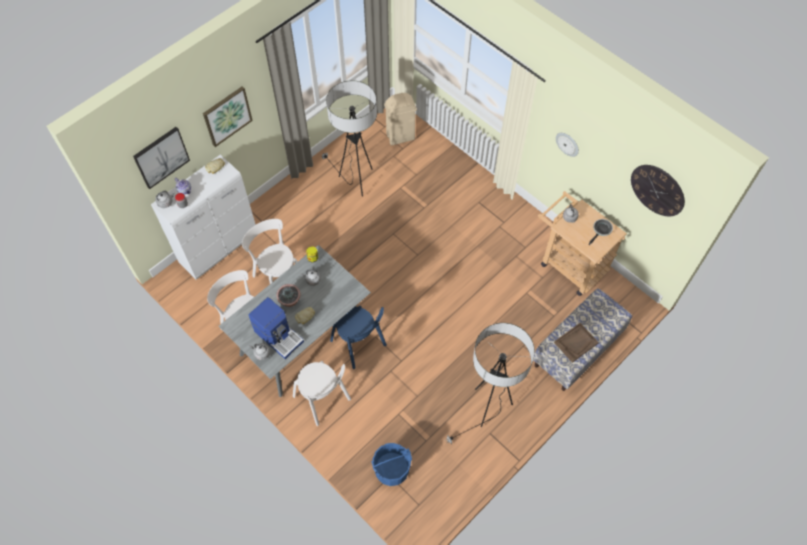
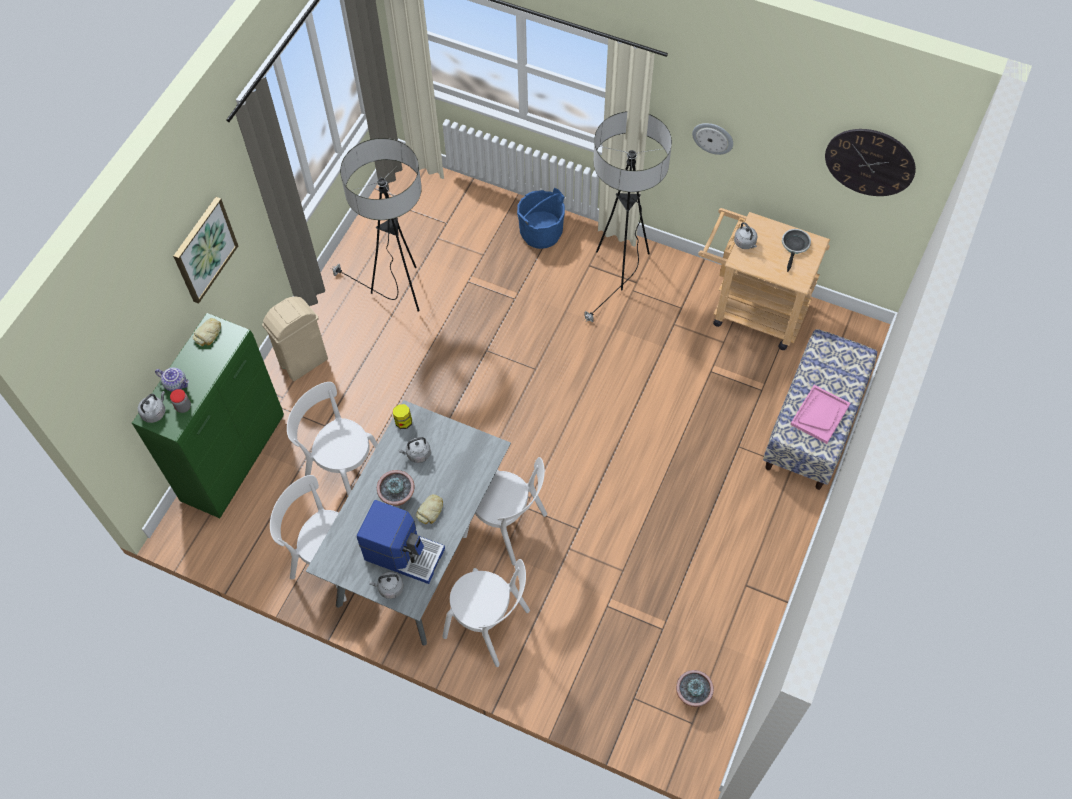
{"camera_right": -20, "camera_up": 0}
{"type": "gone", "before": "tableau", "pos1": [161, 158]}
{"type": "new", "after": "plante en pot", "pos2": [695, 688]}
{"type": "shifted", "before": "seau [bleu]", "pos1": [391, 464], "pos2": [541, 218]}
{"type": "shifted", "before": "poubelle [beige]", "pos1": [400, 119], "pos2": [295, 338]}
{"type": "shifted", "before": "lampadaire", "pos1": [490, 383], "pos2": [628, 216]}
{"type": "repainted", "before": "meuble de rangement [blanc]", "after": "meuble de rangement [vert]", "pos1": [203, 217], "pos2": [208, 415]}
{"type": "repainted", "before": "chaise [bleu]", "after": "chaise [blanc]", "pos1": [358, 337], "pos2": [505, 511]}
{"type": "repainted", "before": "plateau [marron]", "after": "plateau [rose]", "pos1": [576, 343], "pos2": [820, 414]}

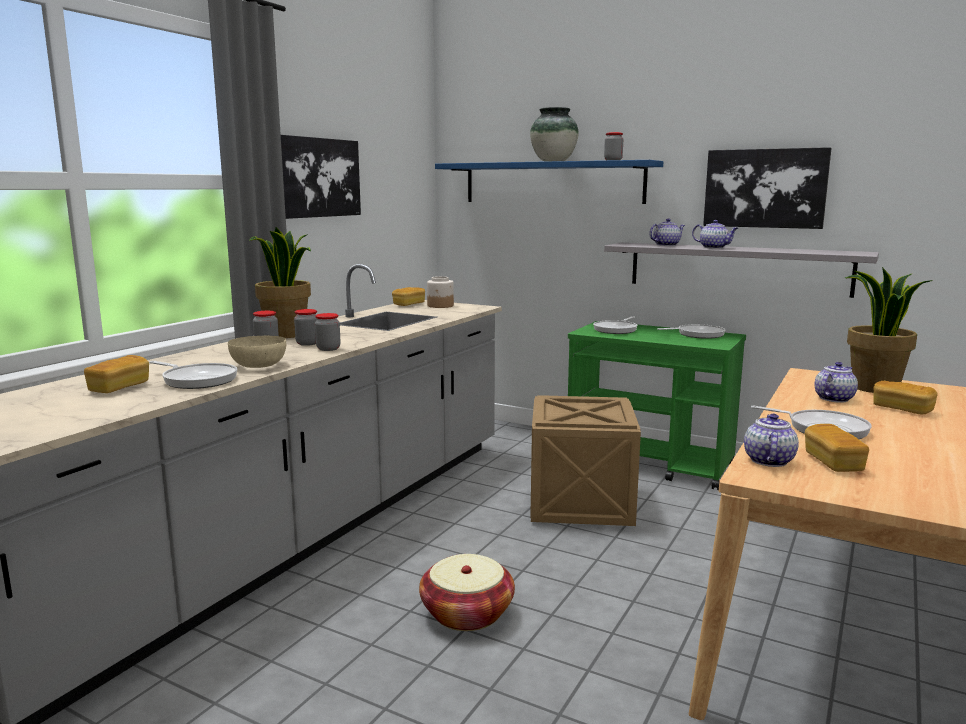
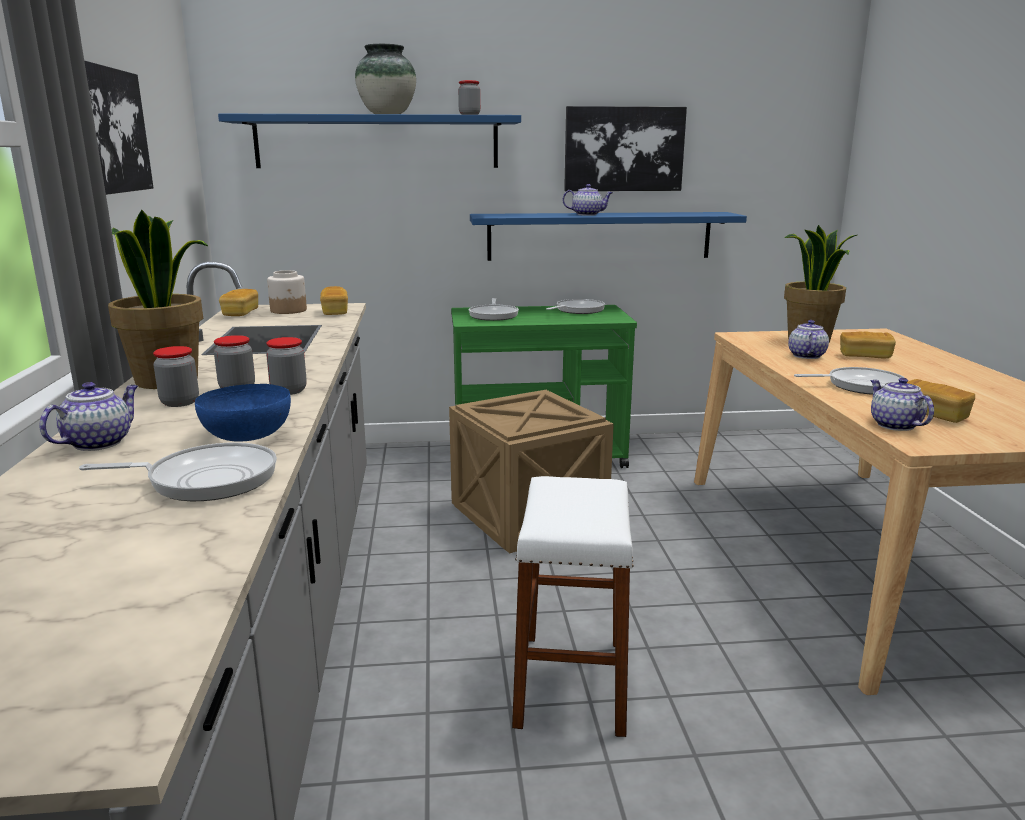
{"camera_right": -35, "camera_up": 5}
{"type": "shifted", "before": "pain", "pos1": [116, 374], "pos2": [334, 300]}
{"type": "shifted", "before": "théière", "pos1": [667, 232], "pos2": [88, 416]}
{"type": "swapped", "before": "panier", "after": "tabouret [blanc]", "pos1": [467, 592], "pos2": [573, 606]}
{"type": "repainted", "before": "bol [beige]", "after": "bol [bleu]", "pos1": [257, 352], "pos2": [243, 413]}
{"type": "repainted", "before": "étagère [gris]", "after": "étagère [bleu]", "pos1": [741, 270], "pos2": [608, 236]}

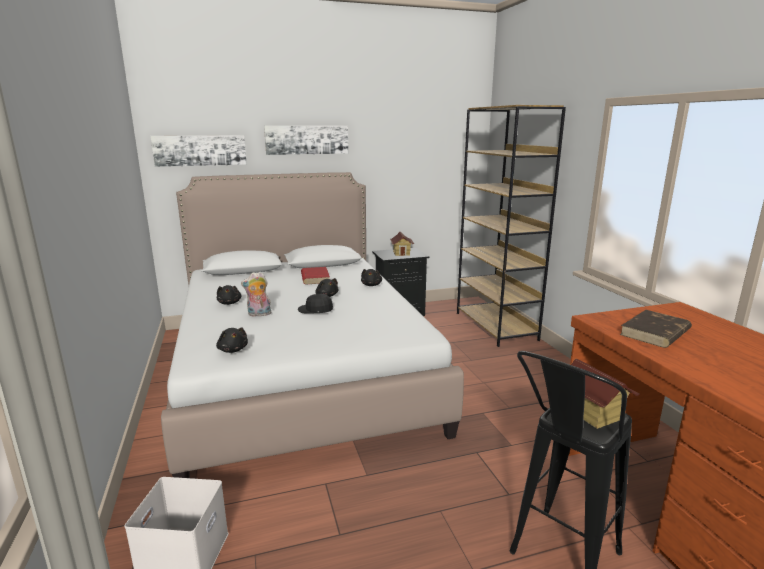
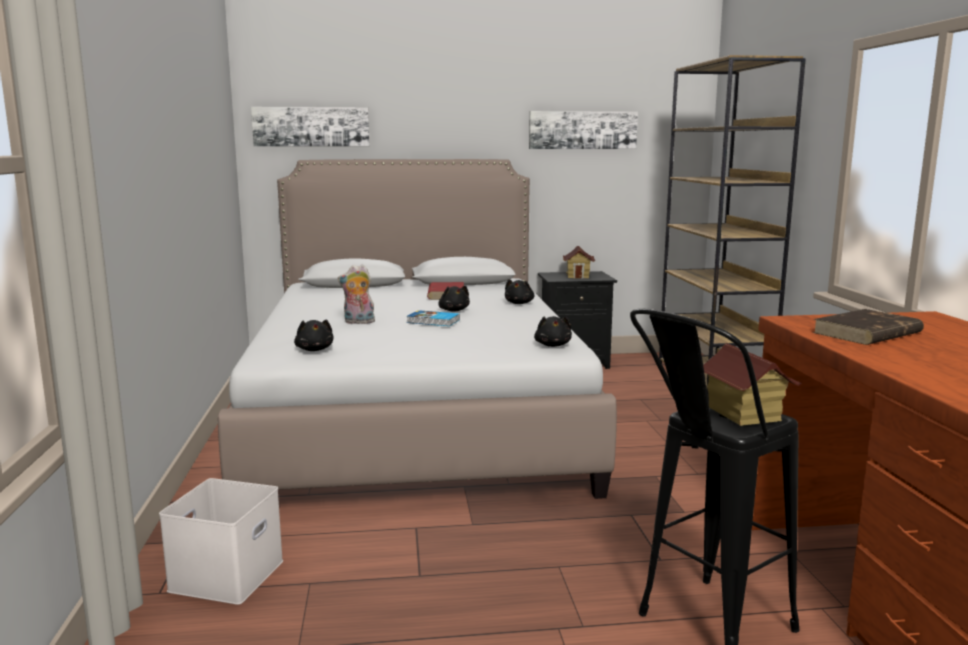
{"camera_right": 10, "camera_up": -5}
{"type": "shifted", "before": "peluche [noir]", "pos1": [229, 295], "pos2": [553, 331]}
{"type": "shifted", "before": "tableau", "pos1": [306, 140], "pos2": [583, 130]}
{"type": "swapped", "before": "casquette [noir]", "after": "livre", "pos1": [315, 304], "pos2": [433, 318]}

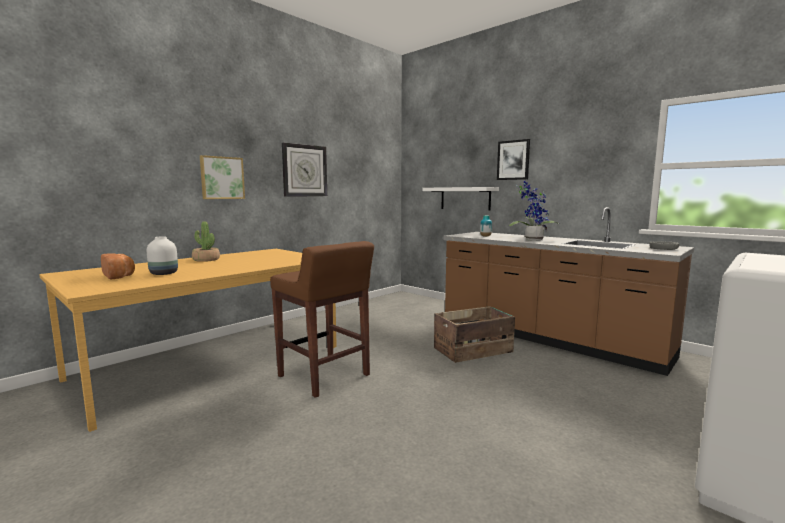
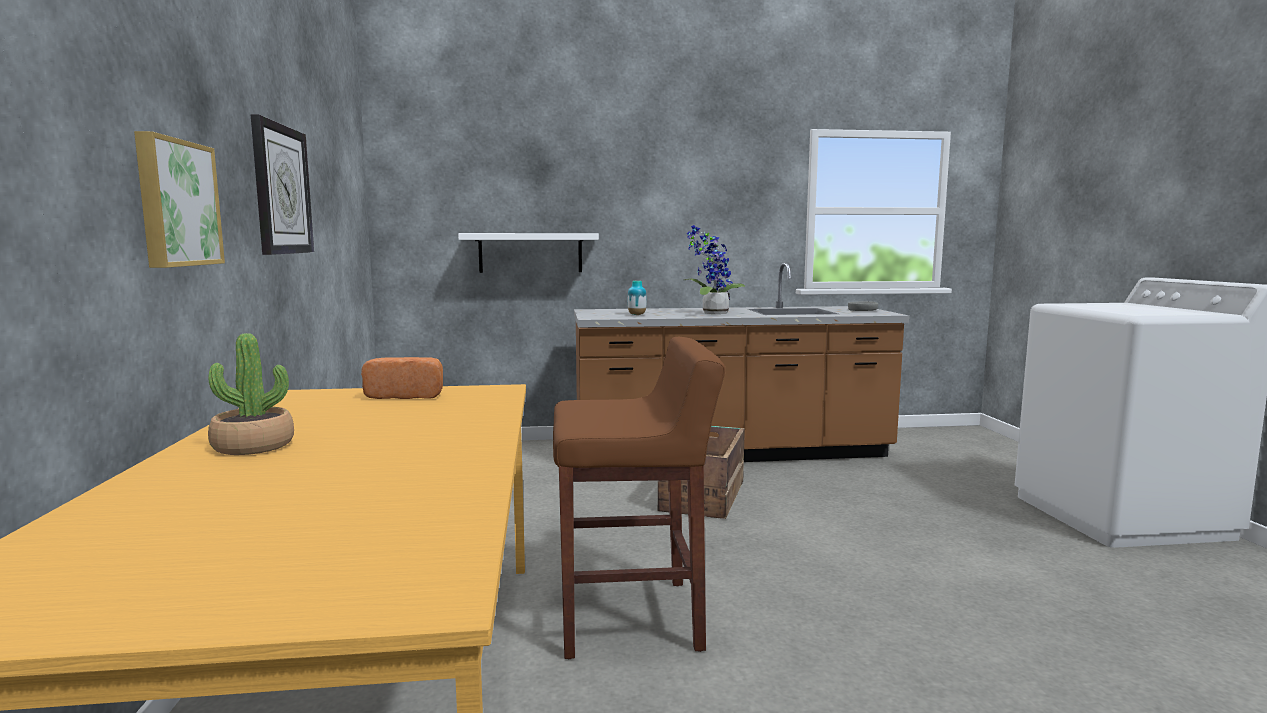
{"camera_right": -50, "camera_up": 0}
{"type": "gone", "before": "vase [blanc]", "pos1": [162, 255]}
{"type": "gone", "before": "tableau", "pos1": [513, 159]}
{"type": "shifted", "before": "pain", "pos1": [118, 266], "pos2": [402, 378]}

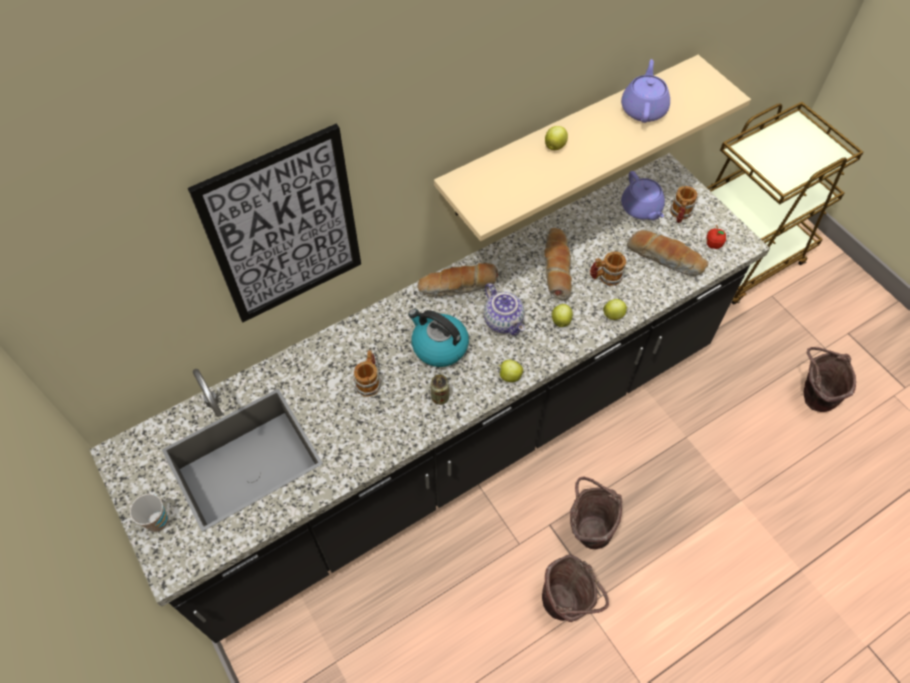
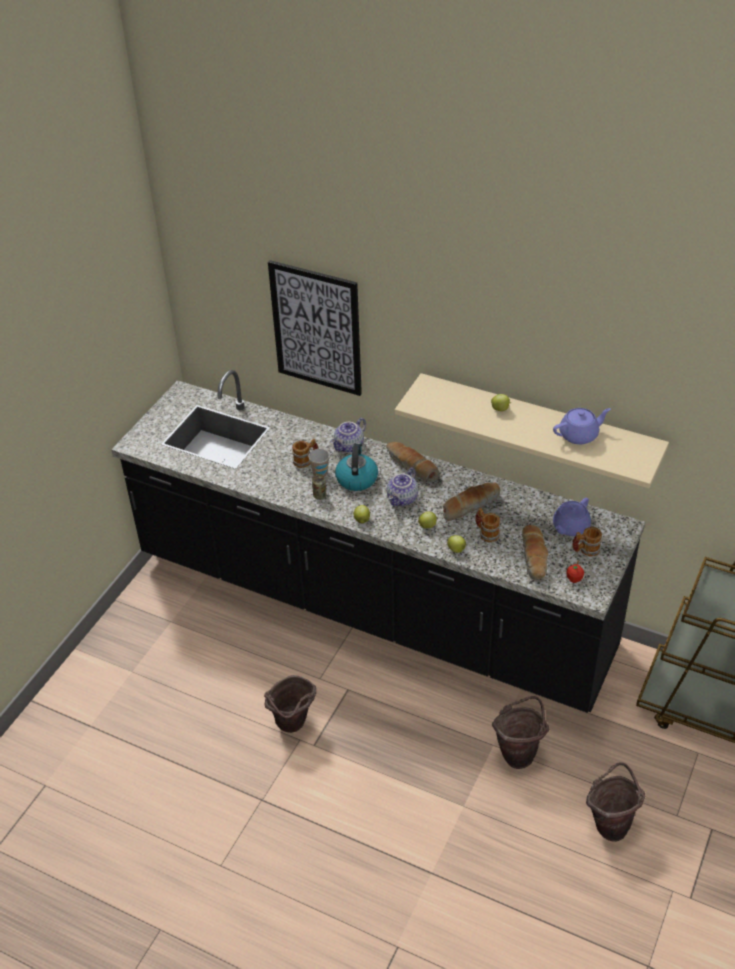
{"camera_right": 60, "camera_up": -15}
{"type": "new", "after": "théière", "pos2": [348, 435]}
{"type": "shifted", "before": "tasse", "pos1": [149, 513], "pos2": [319, 463]}
{"type": "shifted", "before": "seau [marron]", "pos1": [596, 513], "pos2": [520, 732]}

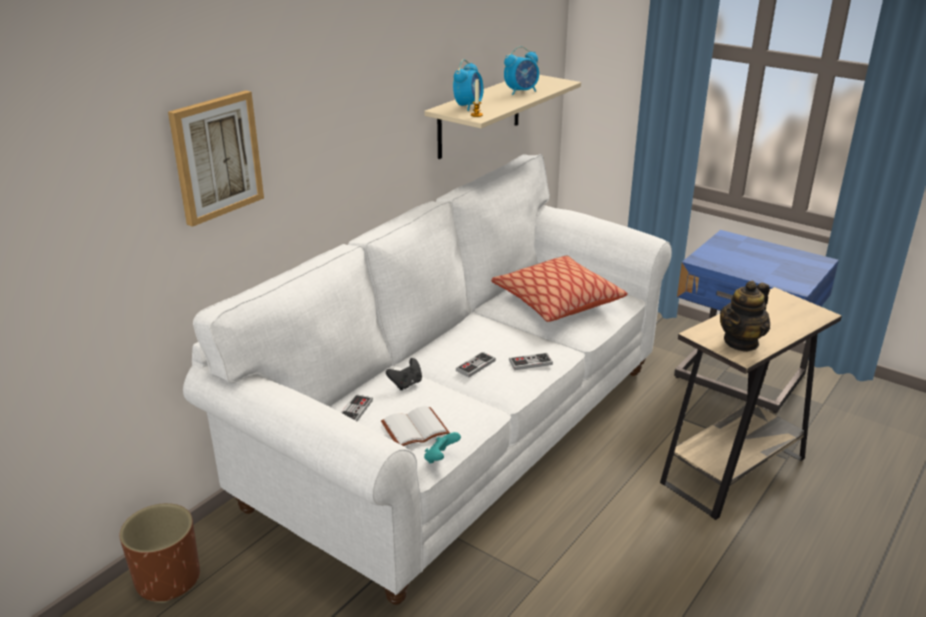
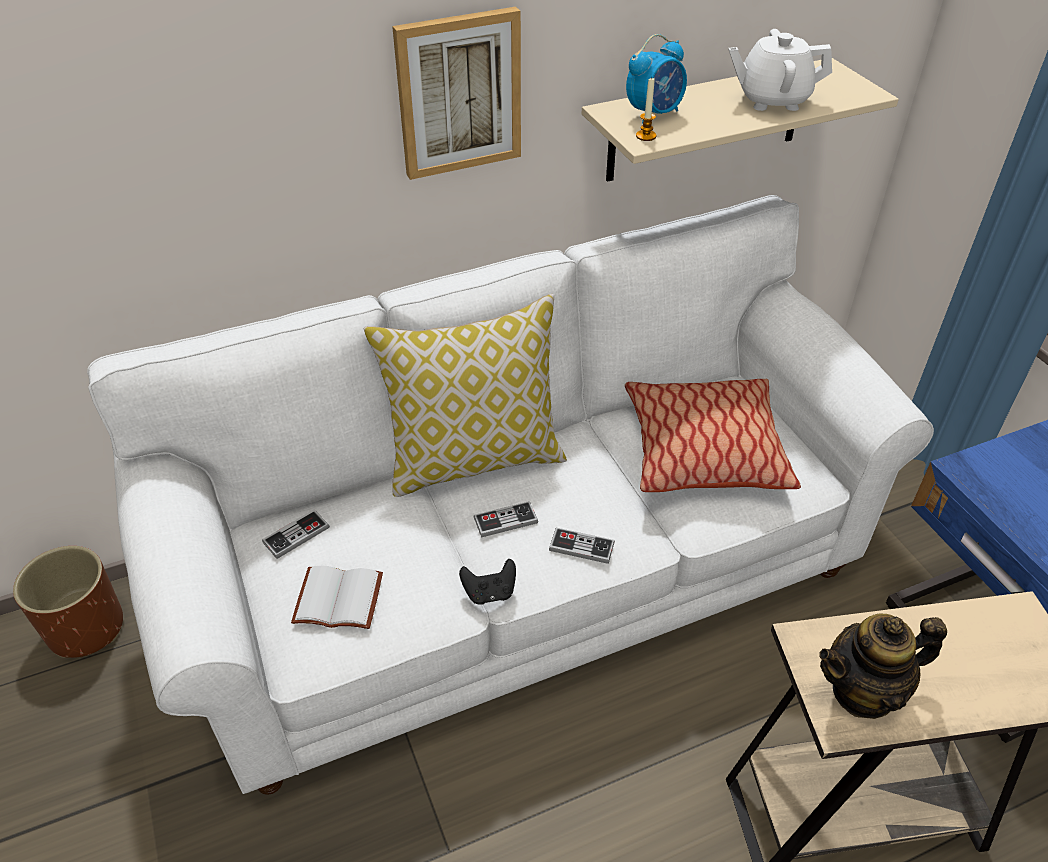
{"camera_right": 30, "camera_up": 15}
{"type": "gone", "before": "manette [turquoise]", "pos1": [442, 448]}
{"type": "new", "after": "coussin", "pos2": [465, 395]}
{"type": "shifted", "before": "tableau", "pos1": [216, 158], "pos2": [456, 93]}
{"type": "shifted", "before": "manette [noir]", "pos1": [404, 374], "pos2": [487, 582]}
{"type": "swapped", "before": "réveil", "after": "théière [blanc]", "pos1": [521, 70], "pos2": [780, 70]}

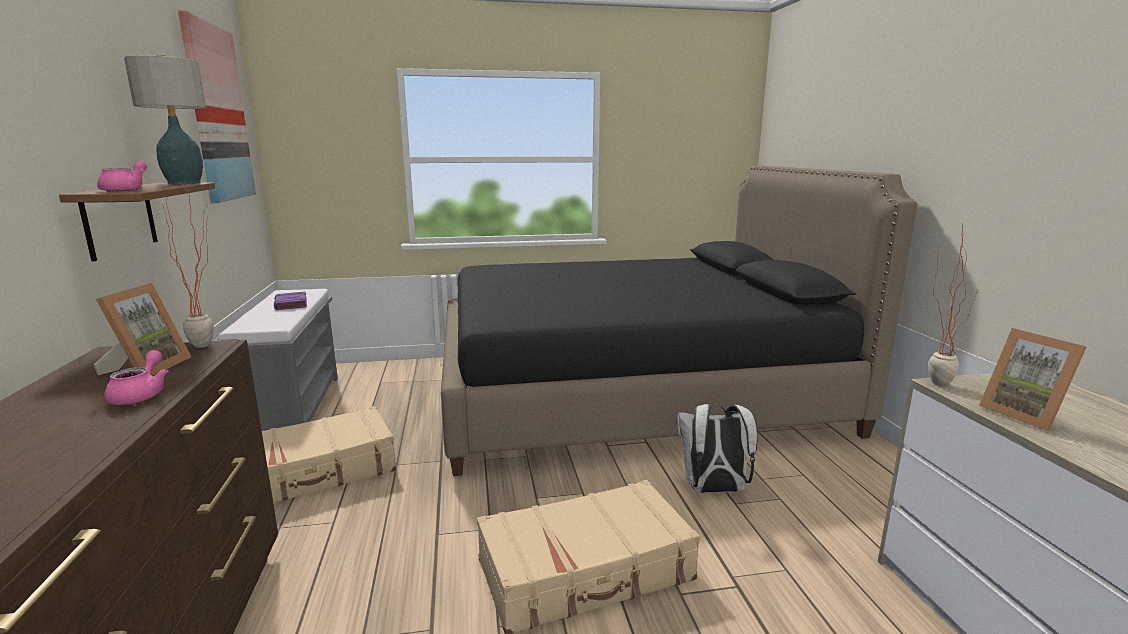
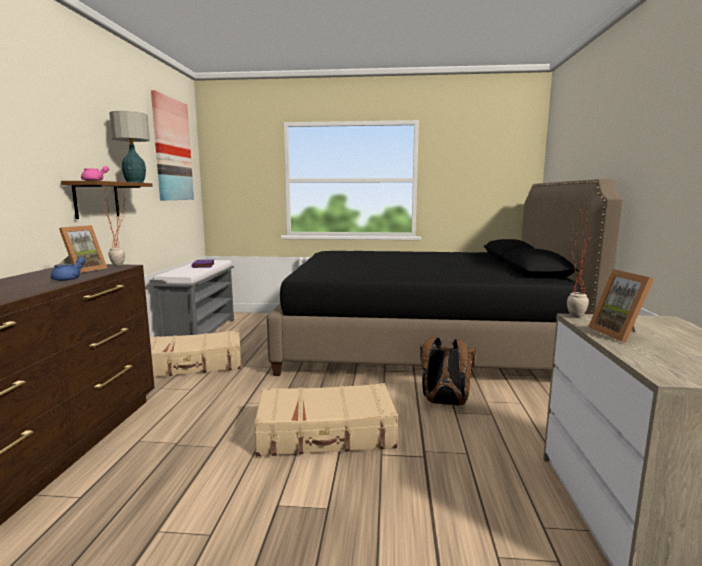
{"camera_right": 15, "camera_up": -5}
{"type": "repainted", "before": "théière [rose]", "after": "théière [bleu]", "pos1": [136, 377], "pos2": [68, 269]}
{"type": "repainted", "before": "sac à dos [blanc]", "after": "sac à dos [marron]", "pos1": [717, 448], "pos2": [448, 371]}

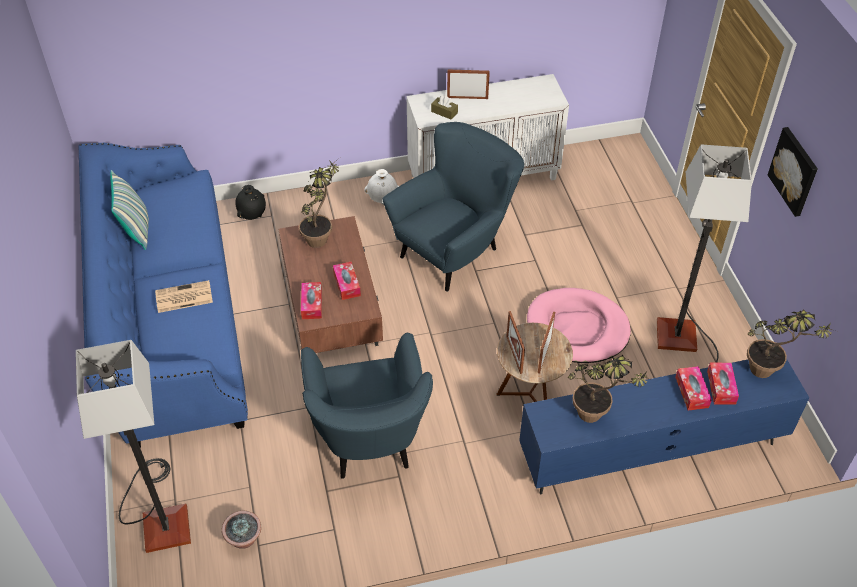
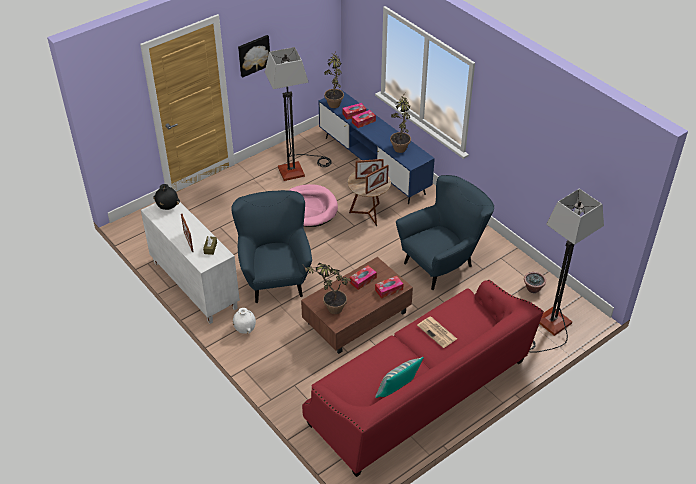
{"camera_right": -115, "camera_up": -5}
{"type": "shifted", "before": "vase [noir]", "pos1": [250, 202], "pos2": [166, 197]}
{"type": "repainted", "before": "canapé [bleu]", "after": "canapé [rouge]", "pos1": [163, 295], "pos2": [423, 378]}
{"type": "rotated", "before": "fauteuil [bleu]", "pos1": [453, 207], "pos2": [271, 246], "turn": 60}

